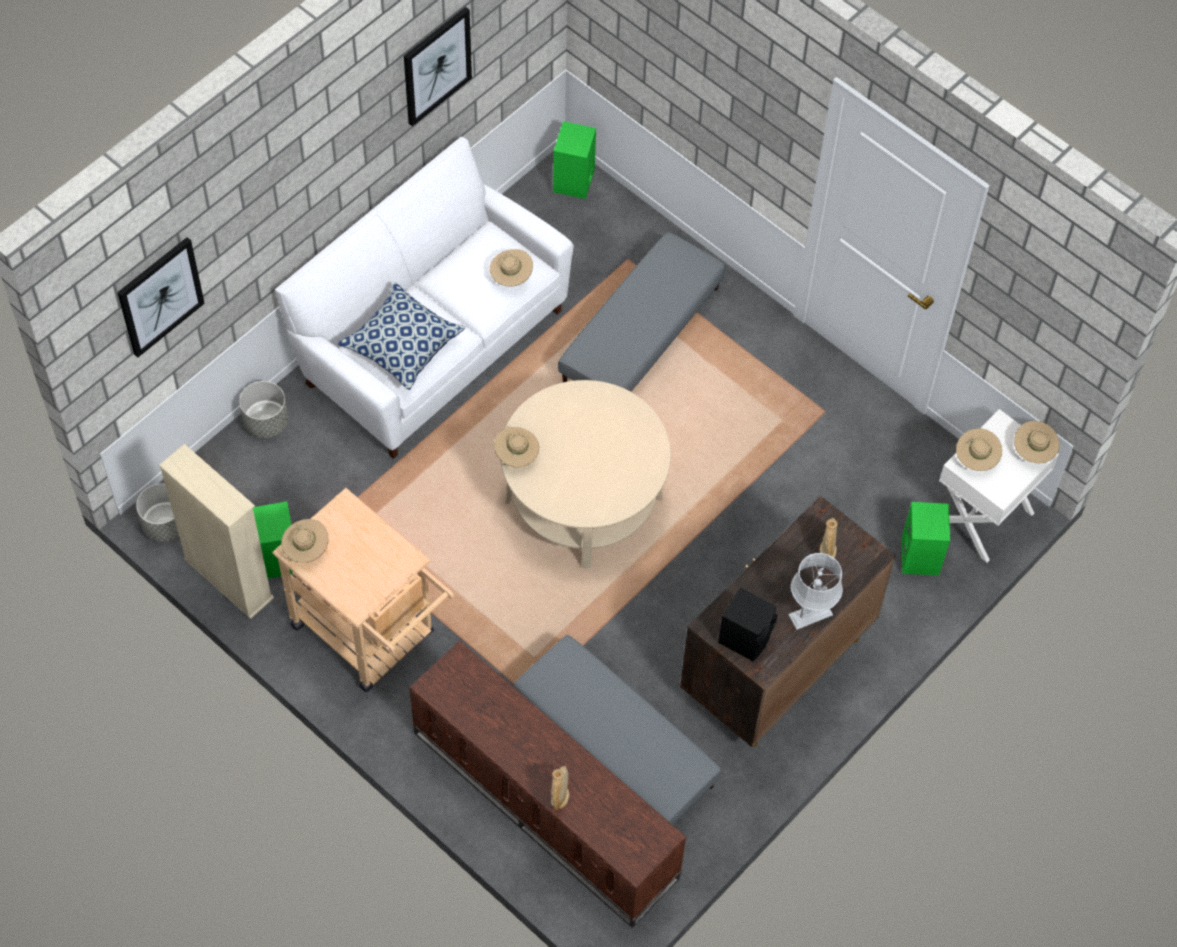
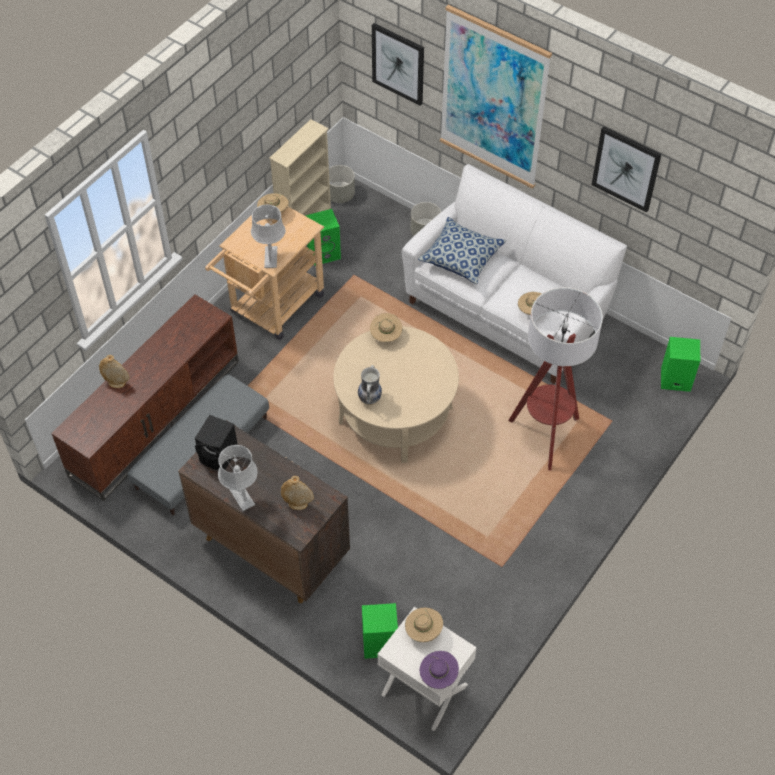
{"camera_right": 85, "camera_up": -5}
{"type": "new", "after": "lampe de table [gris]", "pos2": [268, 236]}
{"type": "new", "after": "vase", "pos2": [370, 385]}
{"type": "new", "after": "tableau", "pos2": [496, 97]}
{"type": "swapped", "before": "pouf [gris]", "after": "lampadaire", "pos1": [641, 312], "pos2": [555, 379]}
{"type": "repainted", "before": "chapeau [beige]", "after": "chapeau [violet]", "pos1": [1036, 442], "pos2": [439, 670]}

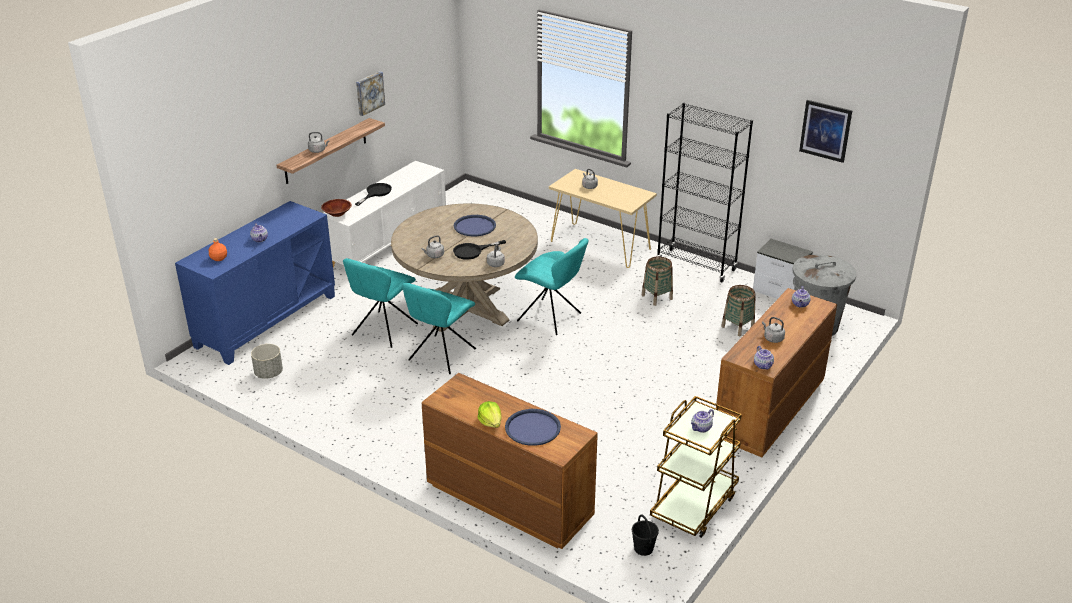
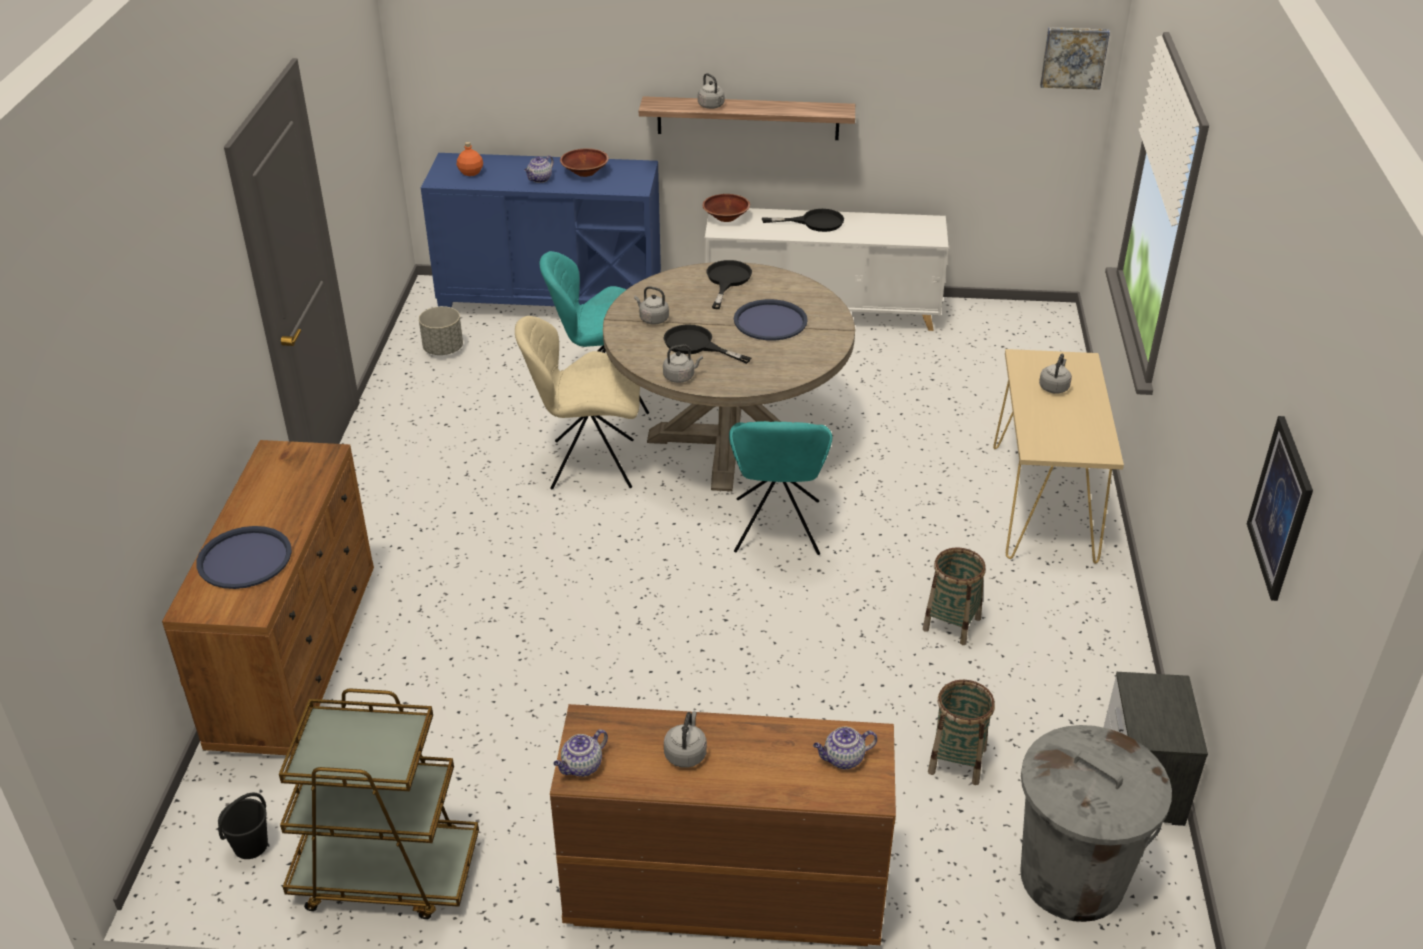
{"camera_right": 60, "camera_up": 5}
{"type": "gone", "before": "laitue", "pos1": [490, 414]}
{"type": "gone", "before": "bibliothèque [noir]", "pos1": [705, 192]}
{"type": "gone", "before": "théière", "pos1": [702, 421]}
{"type": "new", "after": "bol [marron]", "pos2": [584, 162]}
{"type": "new", "after": "poêle [noir]", "pos2": [729, 284]}
{"type": "shifted", "before": "tableau", "pos1": [370, 93], "pos2": [1075, 58]}
{"type": "repainted", "before": "chaise [turquoise]", "after": "chaise [beige]", "pos1": [439, 328], "pos2": [577, 403]}

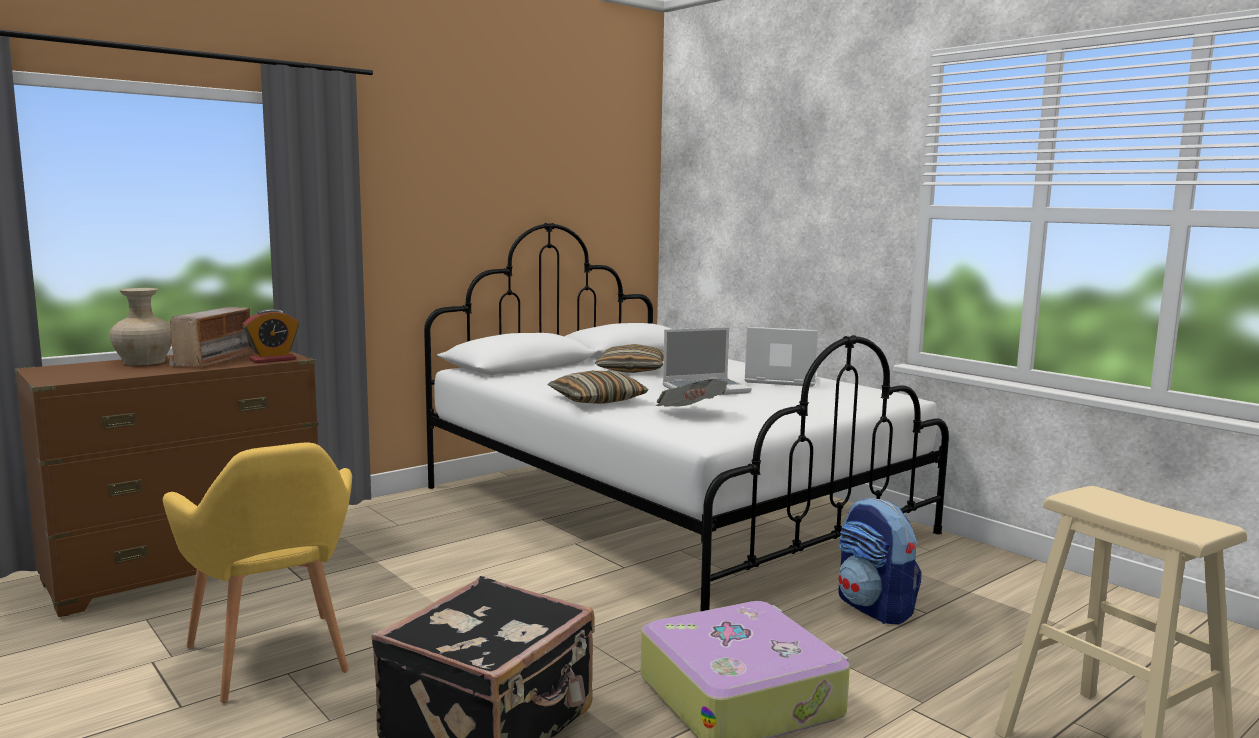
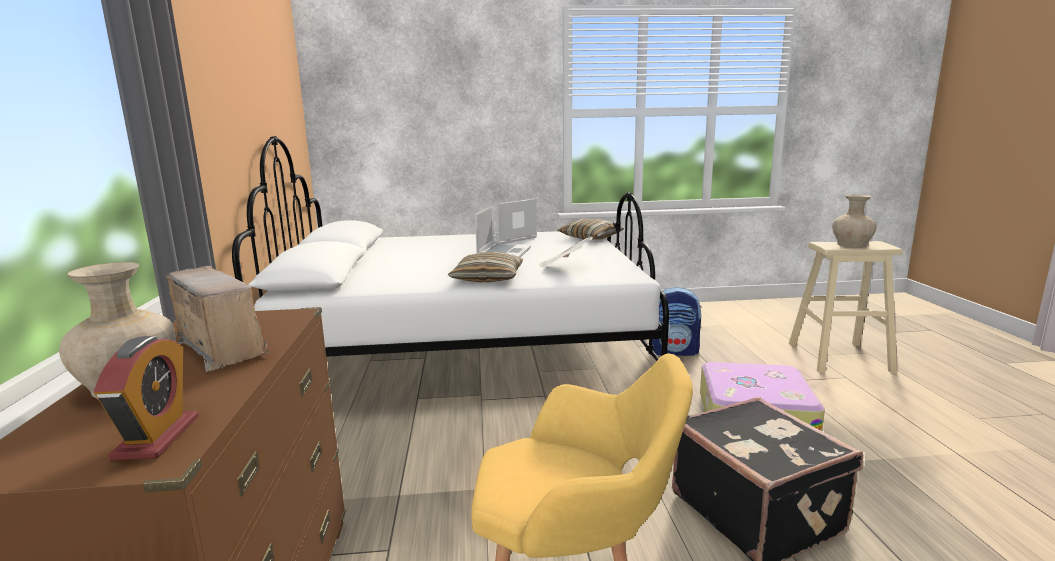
{"camera_right": -55, "camera_up": 5}
{"type": "new", "after": "vase [beige]", "pos2": [854, 221]}
{"type": "shifted", "before": "réveil", "pos1": [271, 336], "pos2": [146, 398]}
{"type": "shifted", "before": "coussin", "pos1": [629, 358], "pos2": [591, 229]}

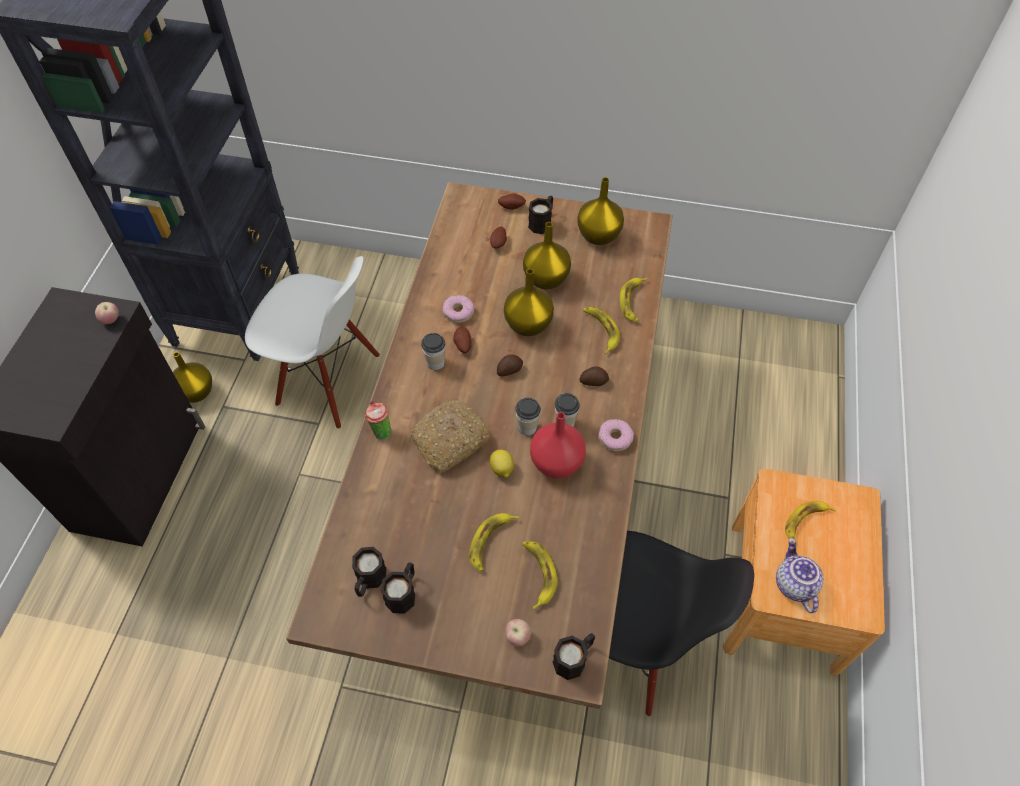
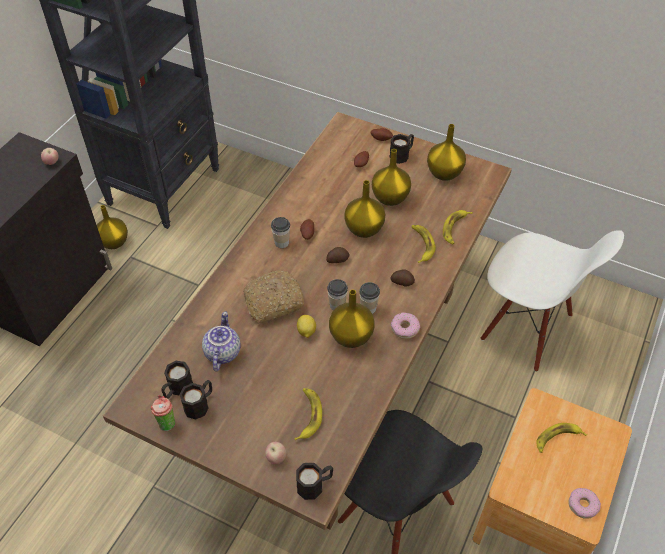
{"camera_right": 15, "camera_up": -5}
{"type": "gone", "before": "banane", "pos1": [494, 542]}
{"type": "shifted", "before": "chaise [blanc]", "pos1": [312, 342], "pos2": [552, 301]}
{"type": "shifted", "before": "tasse", "pos1": [378, 420], "pos2": [163, 413]}
{"type": "shifted", "before": "beignet", "pos1": [458, 309], "pos2": [584, 503]}
{"type": "shifted", "before": "théière", "pos1": [800, 575], "pos2": [221, 341]}
{"type": "repainted", "before": "vase [rouge]", "after": "vase [jaune]", "pos1": [558, 445], "pos2": [352, 318]}

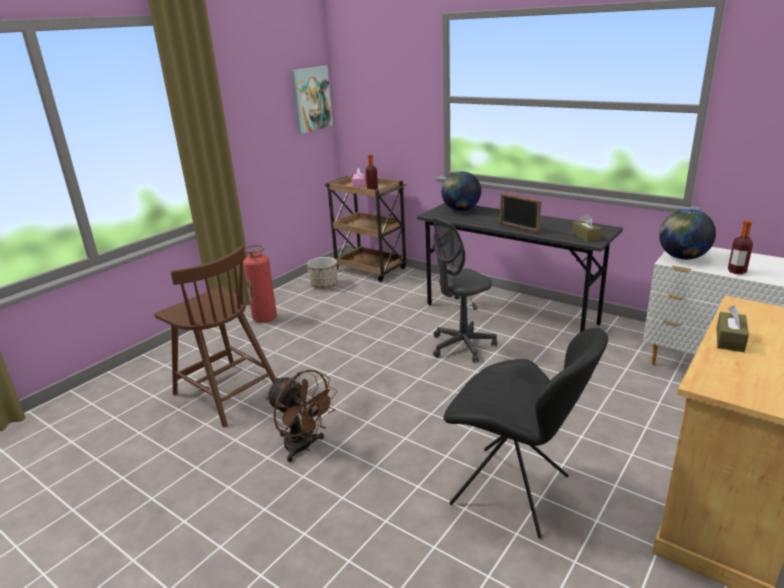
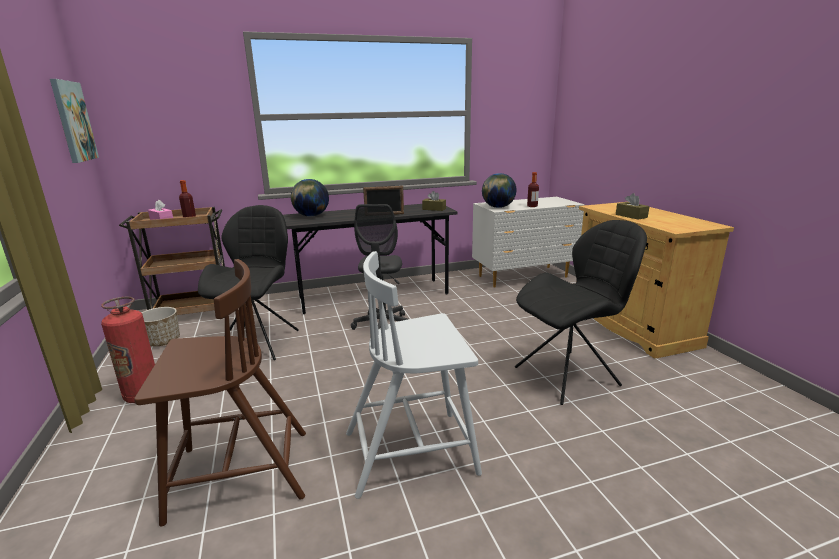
{"camera_right": -55, "camera_up": -5}
{"type": "new", "after": "chaise [noir]", "pos2": [248, 282]}
{"type": "swapped", "before": "ventilateur [marron]", "after": "chaise [blanc]", "pos1": [301, 416], "pos2": [414, 375]}

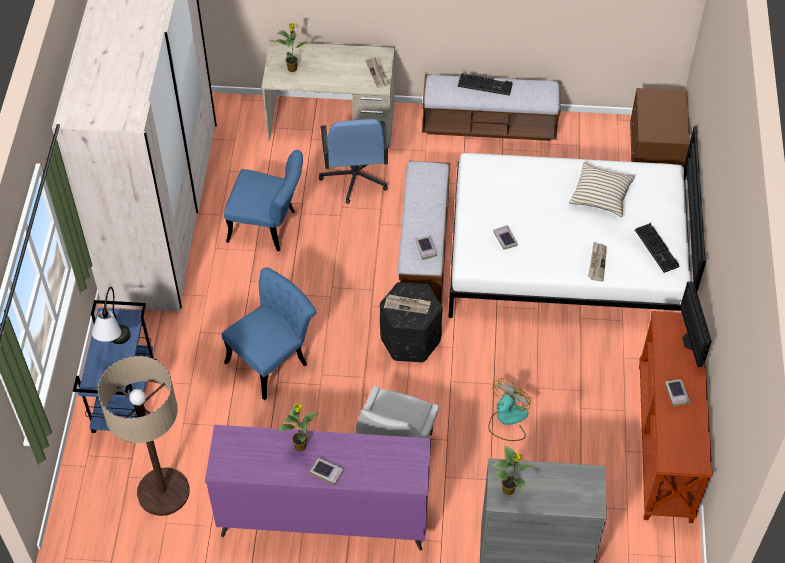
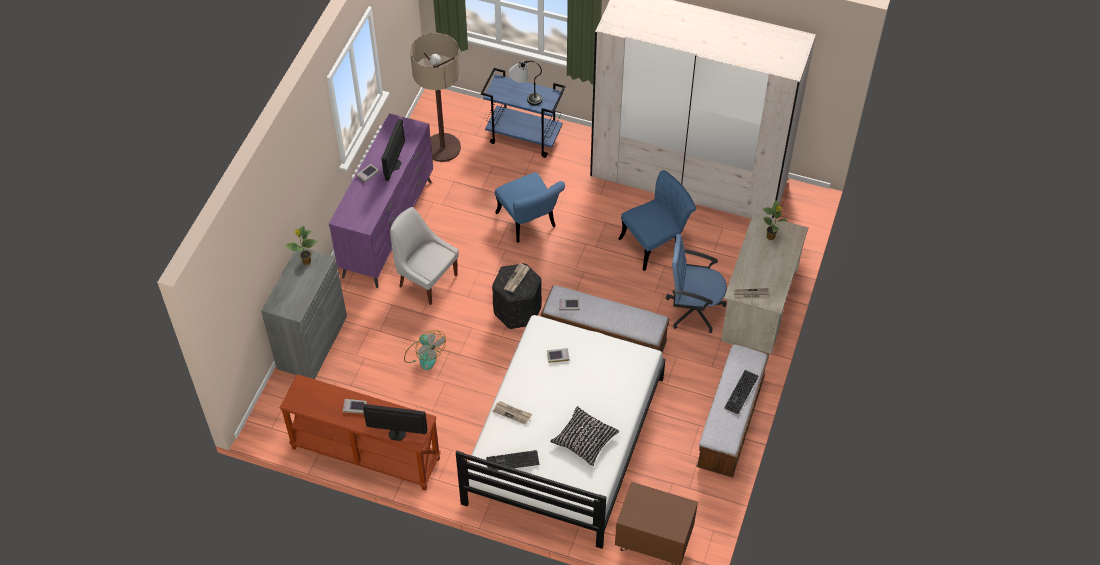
{"camera_right": 105, "camera_up": 0}
{"type": "swapped", "before": "plante en pot", "after": "écran d'ordinateur", "pos1": [298, 427], "pos2": [393, 150]}
{"type": "repainted", "before": "coussin [beige]", "after": "coussin [noir]", "pos1": [602, 189], "pos2": [584, 436]}
{"type": "rotated", "before": "chaise [bleu]", "pos1": [263, 200], "pos2": [657, 220], "turn": -150}

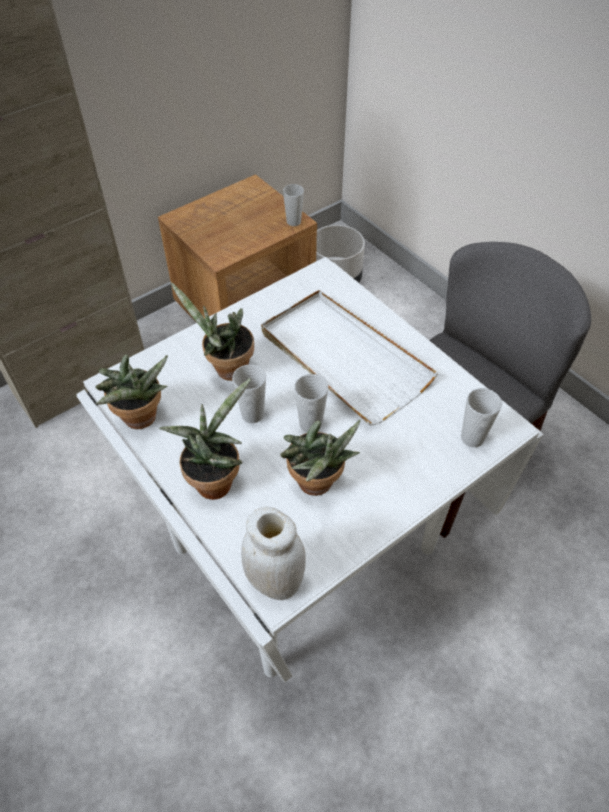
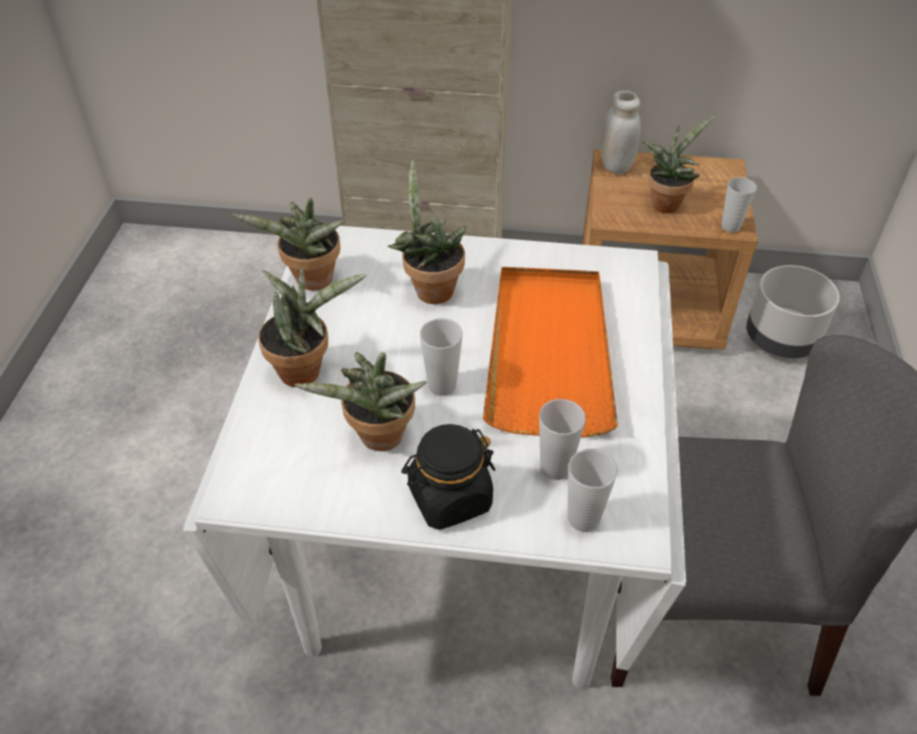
{"camera_right": 45, "camera_up": -5}
{"type": "new", "after": "bocal [noir]", "pos2": [448, 477]}
{"type": "new", "after": "plante en pot", "pos2": [678, 164]}
{"type": "shifted", "before": "tasse", "pos1": [249, 394], "pos2": [562, 439]}
{"type": "shifted", "before": "bocal [blanc]", "pos1": [273, 553], "pos2": [621, 132]}
{"type": "repainted", "before": "plateau [blanc]", "after": "plateau [orange]", "pos1": [349, 357], "pos2": [550, 352]}

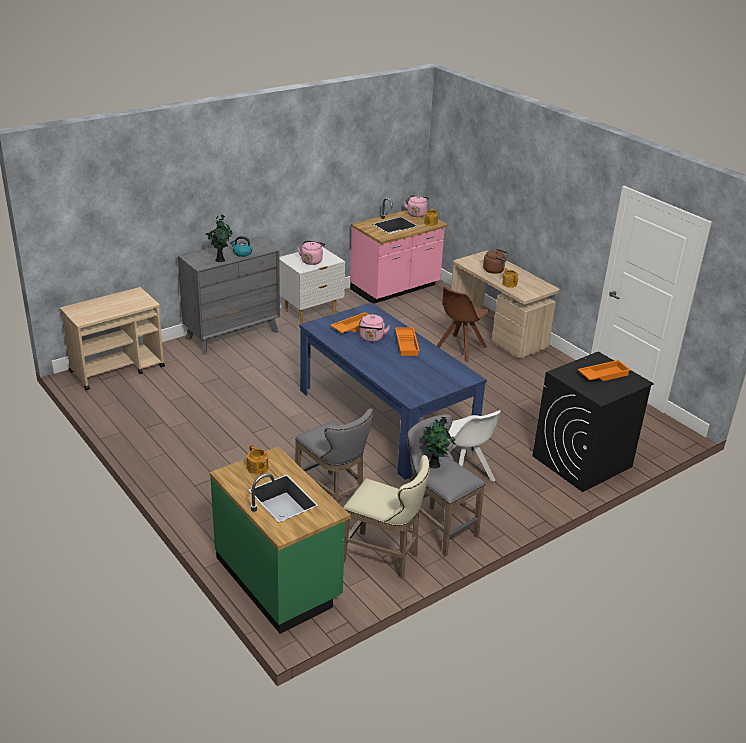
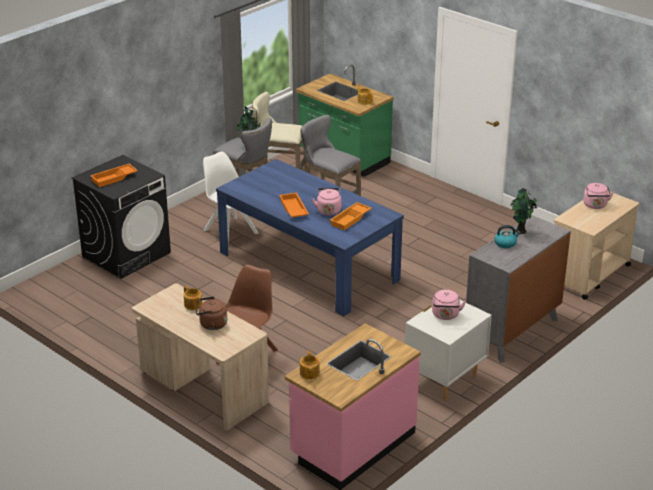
{"camera_right": 170, "camera_up": 0}
{"type": "shifted", "before": "bouilloire [rose]", "pos1": [416, 206], "pos2": [598, 196]}

